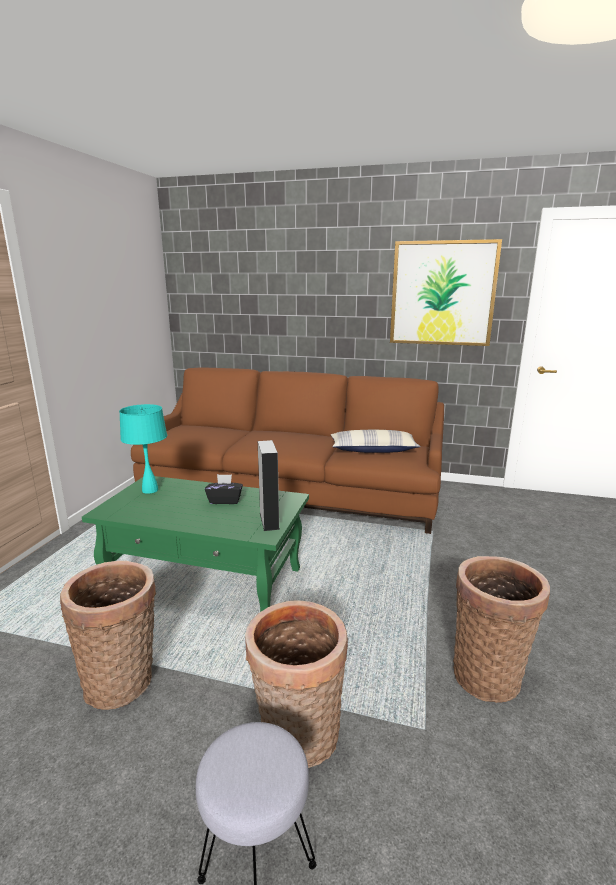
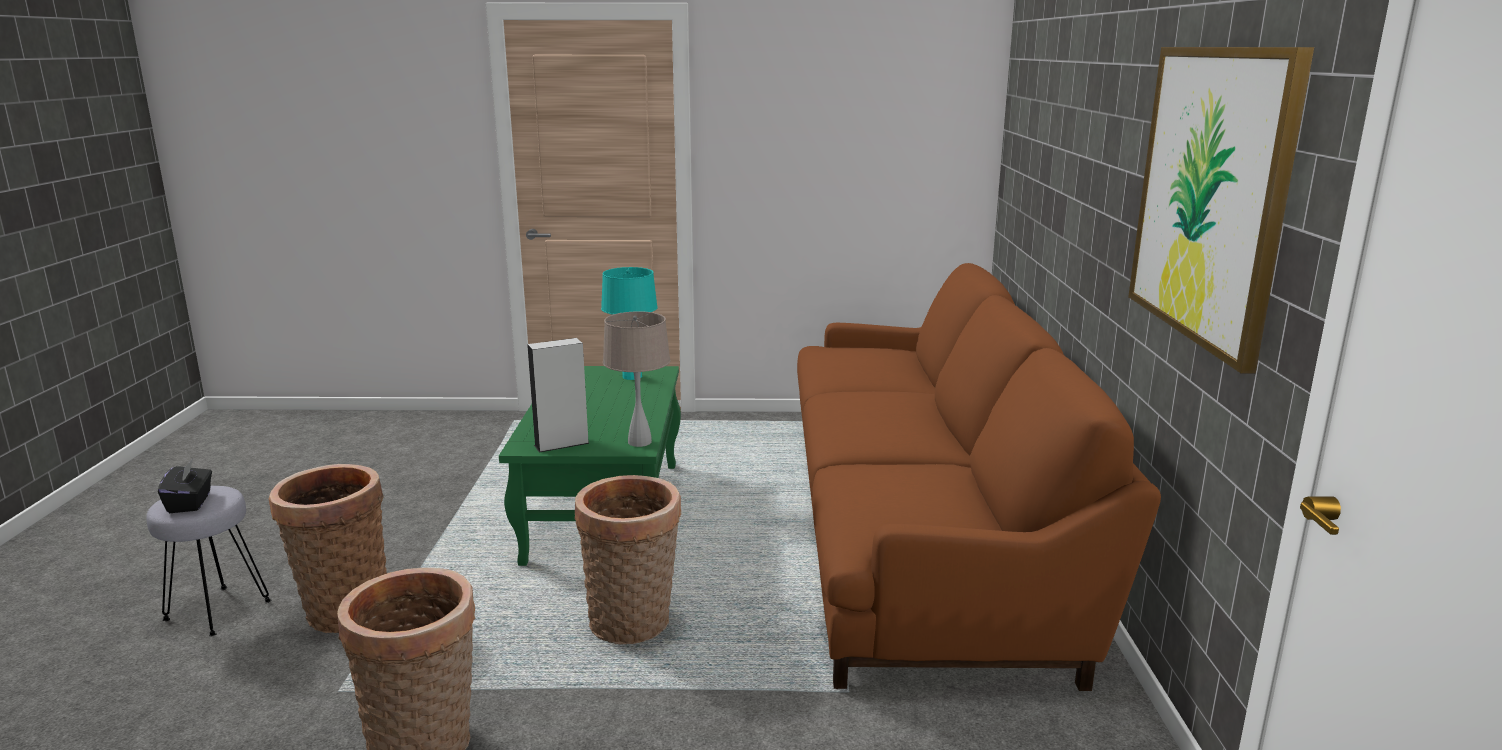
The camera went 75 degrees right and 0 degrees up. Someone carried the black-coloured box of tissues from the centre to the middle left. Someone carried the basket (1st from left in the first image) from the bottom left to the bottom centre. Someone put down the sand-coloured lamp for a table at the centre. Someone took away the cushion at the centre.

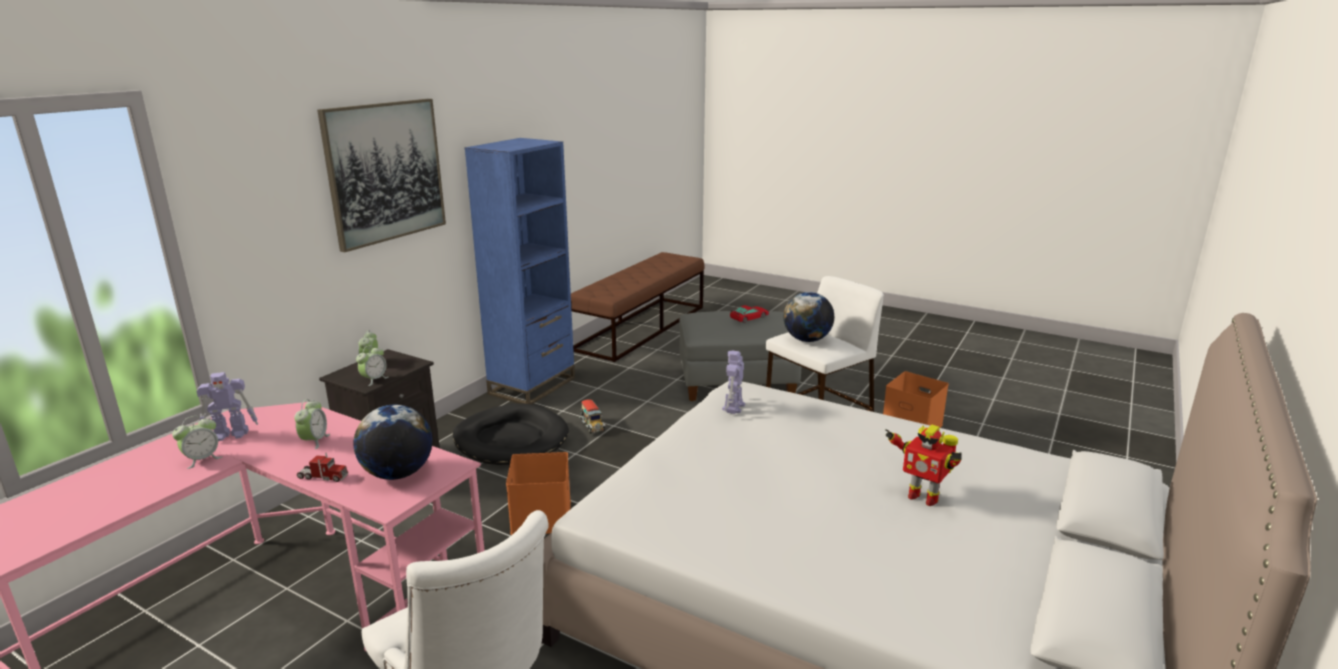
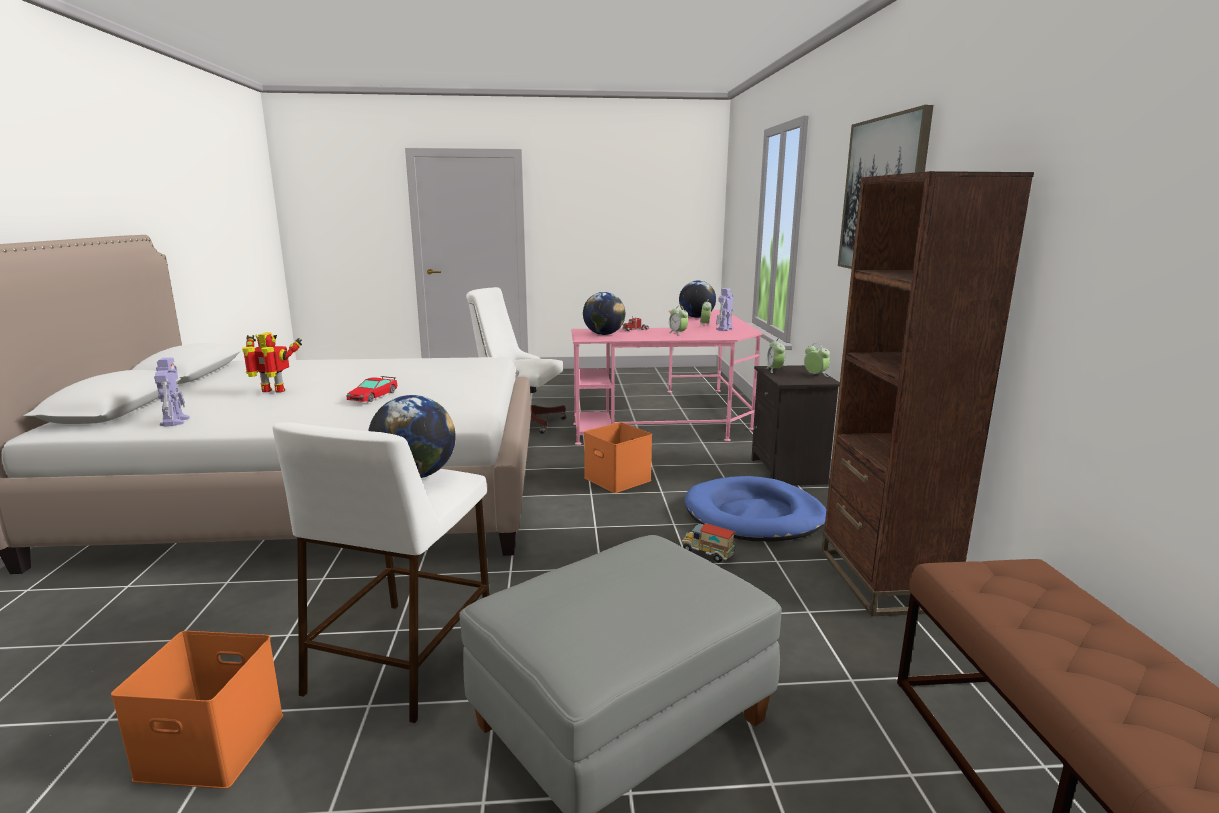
The camera went 145 degrees right and 5 degrees down. Someone carried the toy robot (2nd from left in the first image) from the centre to the middle left. Someone carried the toy car from the centre to the middle left. Someone put down the globe (3rd from left) at the centre. Someone repainted the black-coloured dog cushion at the centre, which became the blue dog cushion at the centre. Someone repainted the blue shelving unit at the centre, which became the brown shelving unit at the middle right.

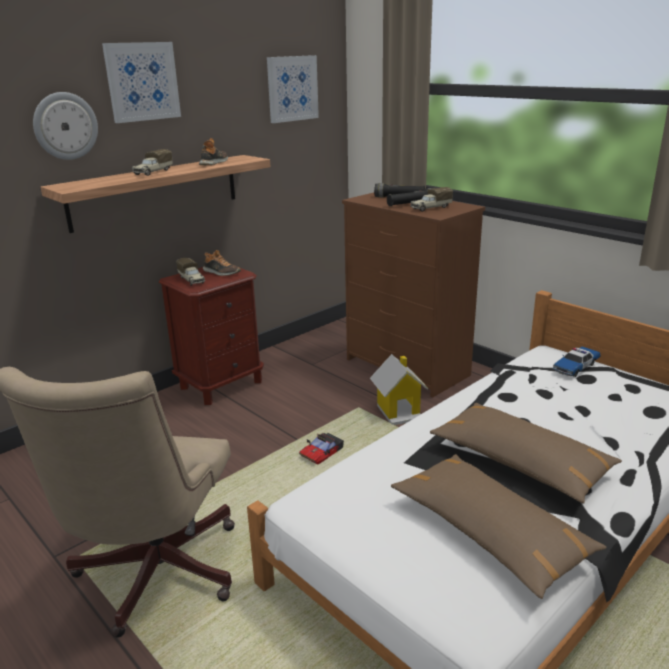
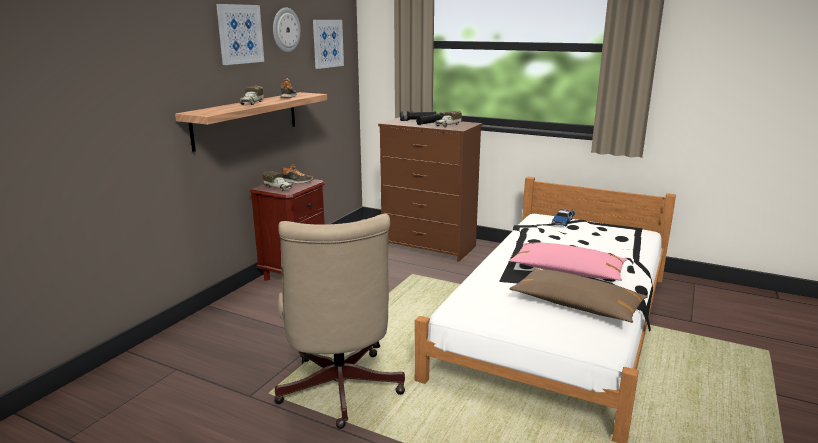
The camera went 20 degrees left and 5 degrees down. Someone carried the hanging clock from the top left to the top centre. Someone repainted the brown cushion (2nd from left) at the bottom right, which became the pink-coloured cushion at the middle right. Someone took away the toy car (1st from left) at the bottom centre. Someone took away the miniature house at the centre.

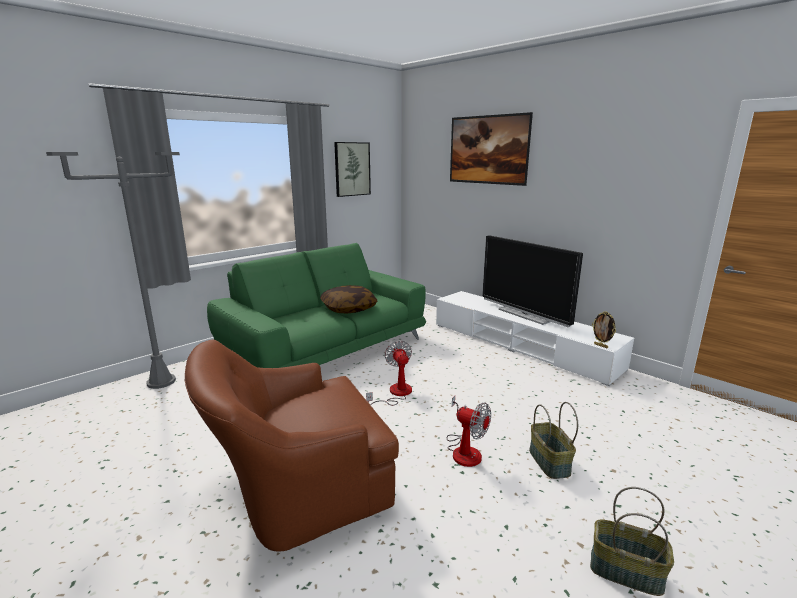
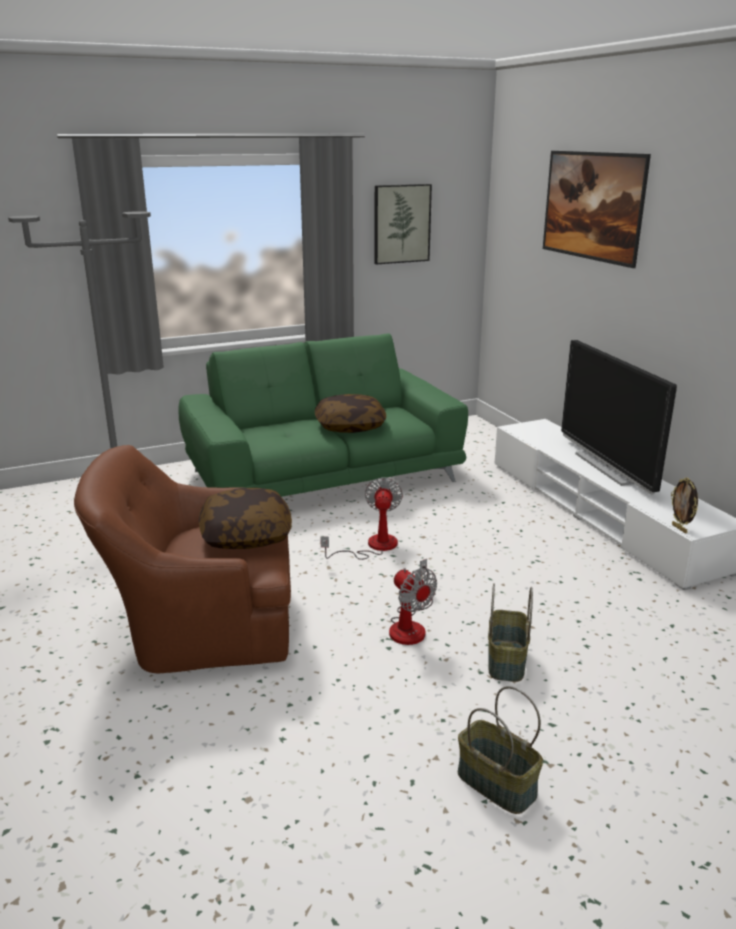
The camera went 20 degrees right and 5 degrees up. Someone put down the cushion (1st from left) at the middle left.

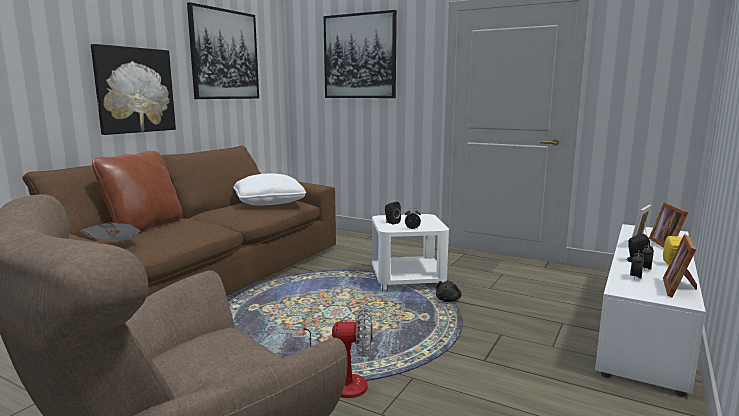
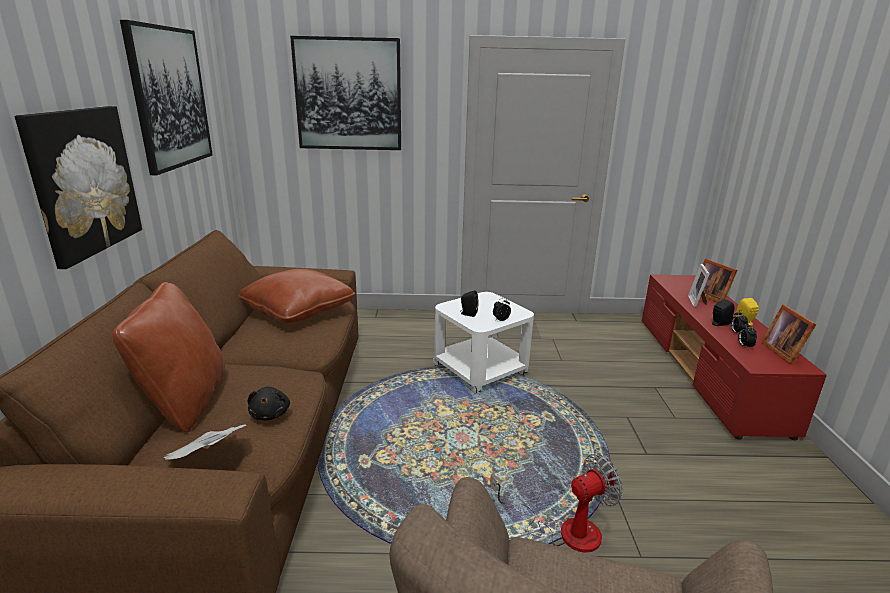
The camera went 30 degrees left and 10 degrees up. Someone repainted the whitish cushion at the centre, which became the brown cushion (2nd from left) at the middle left. Someone carried the black-coloured plush toy from the bottom centre to the bottom left. Someone repainted the whitish media console at the bottom right, which became the reddish media console at the middle right.

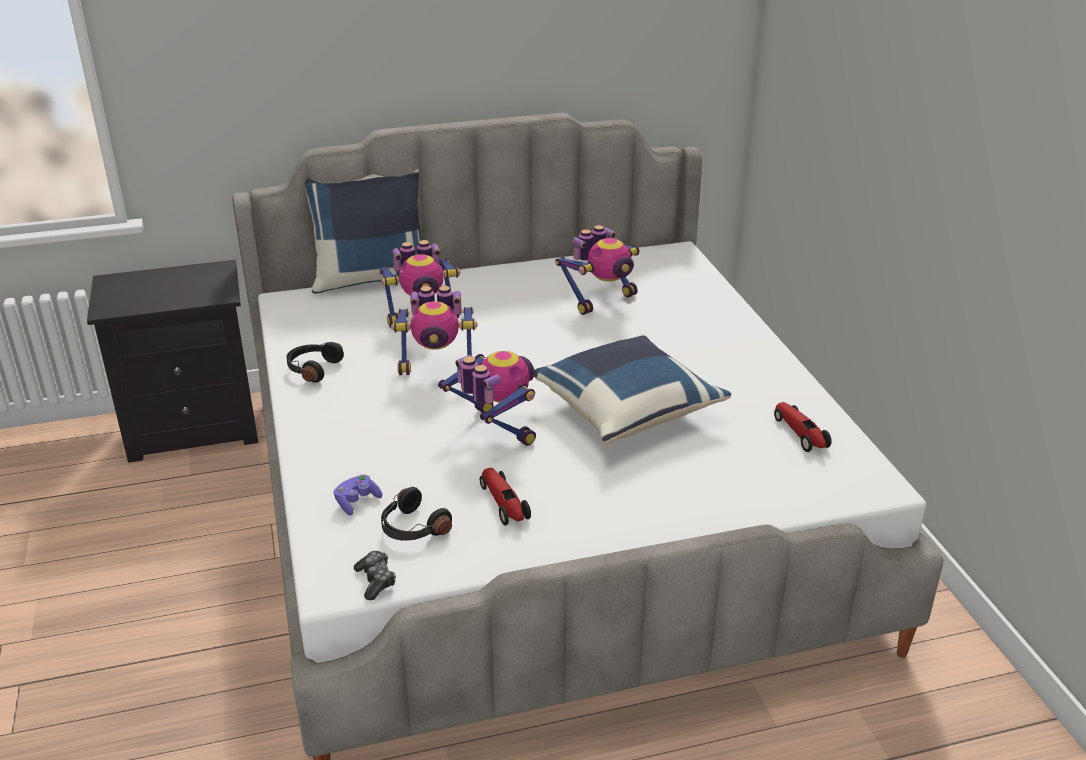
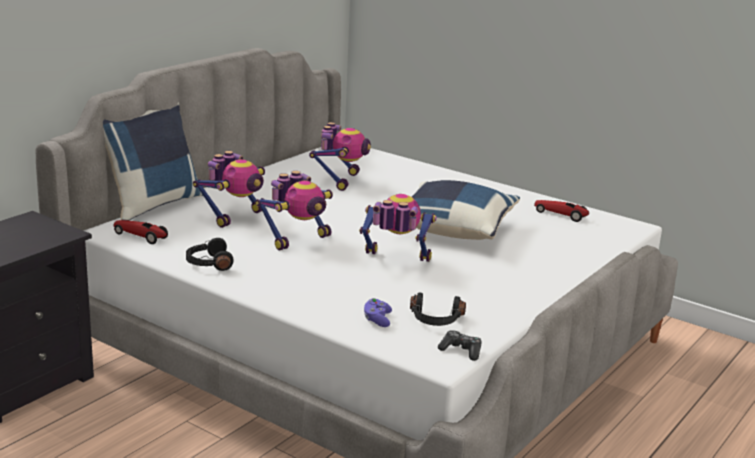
The camera went 40 degrees left and 10 degrees down. Someone carried the toy car (1st from left) from the centre to the middle left.

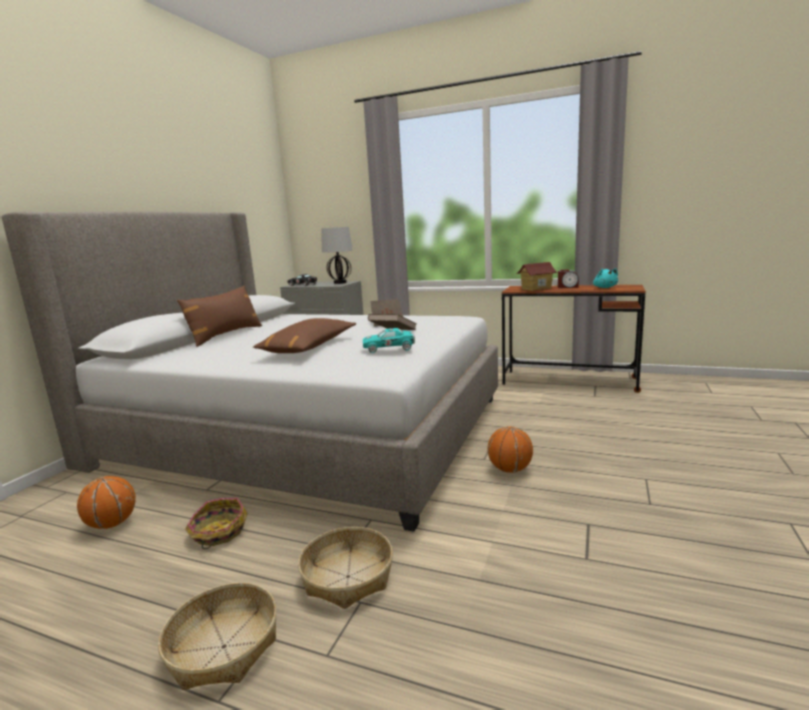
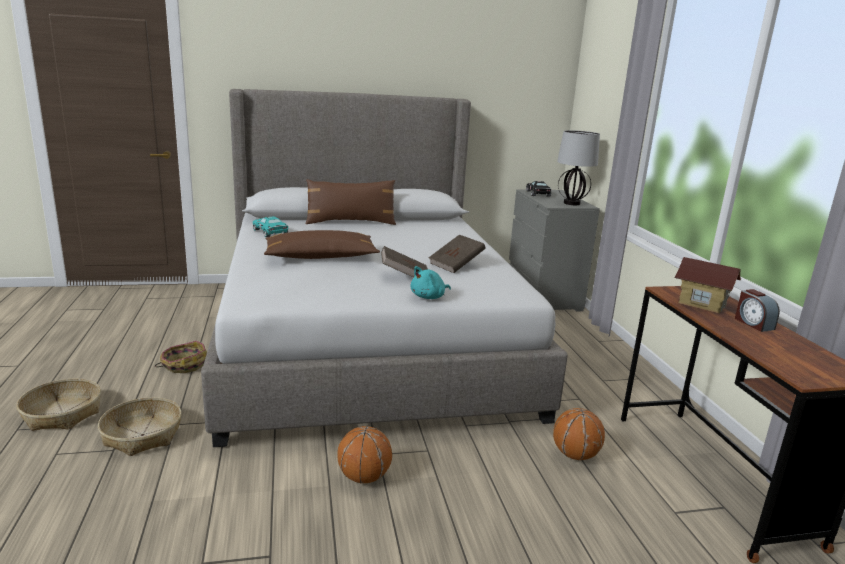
The camera went 55 degrees right and 5 degrees up. Someone carried the blue-green toy car from the centre to the middle left. Someone carried the blue-green plush toy from the middle right to the centre. Someone carried the ball for basketball (1st from left in the first image) from the bottom left to the bottom right.

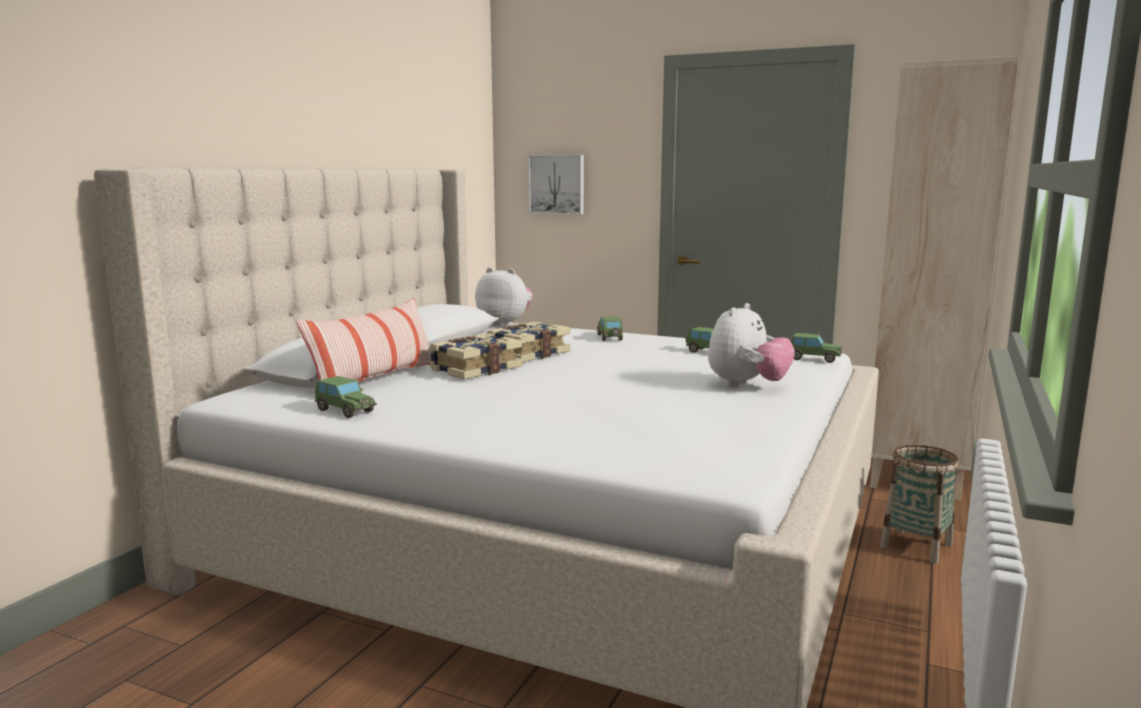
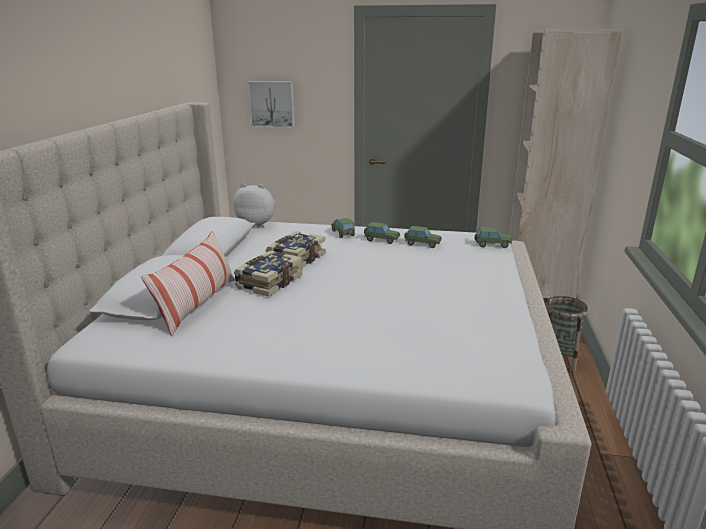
The camera went 15 degrees left and 10 degrees up. Someone carried the toy car (1st from left in the first image) from the middle left to the centre. Someone took away the plush toy (2nd from left) at the centre.

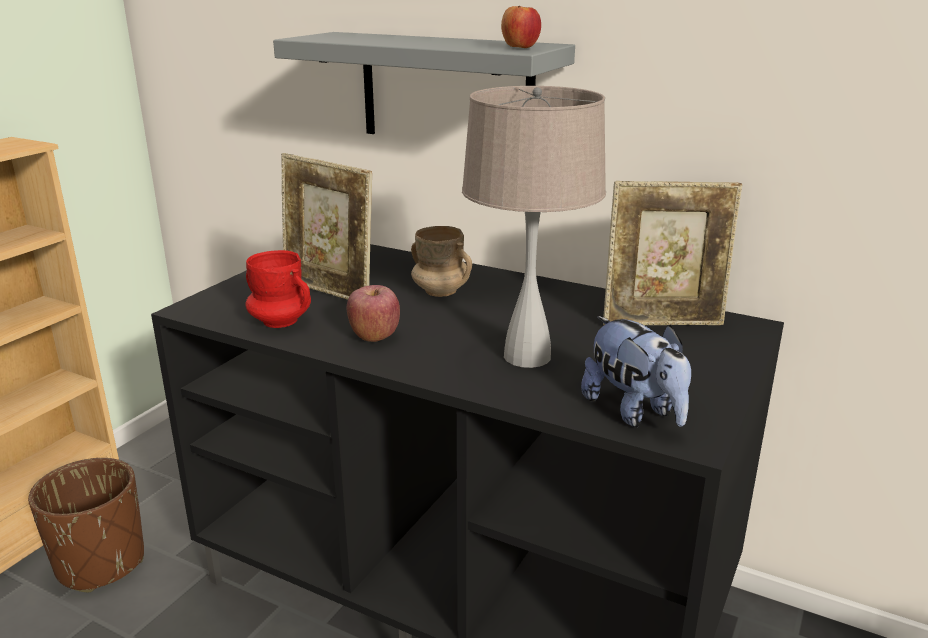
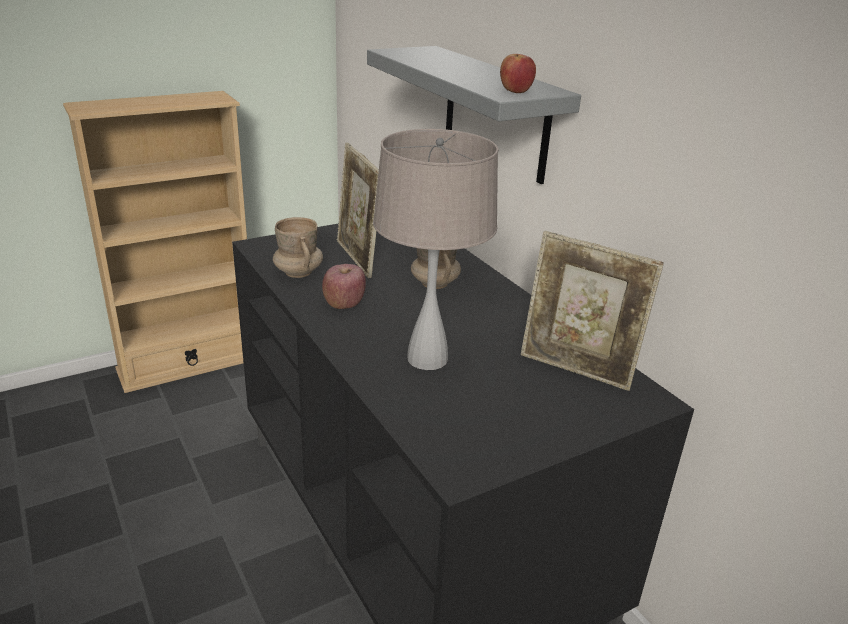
The camera went 30 degrees right and 5 degrees up. Someone repainted the reddish coffee mug at the middle left, which became the sand-coloured coffee mug (1st from left) at the centre. Someone took away the brown flower pot at the bottom left. Someone took away the plush toy at the middle right.

